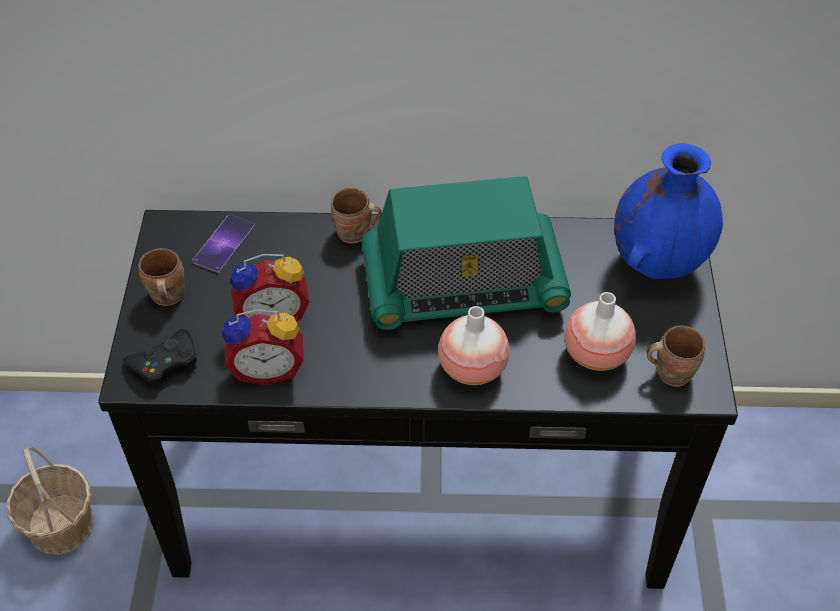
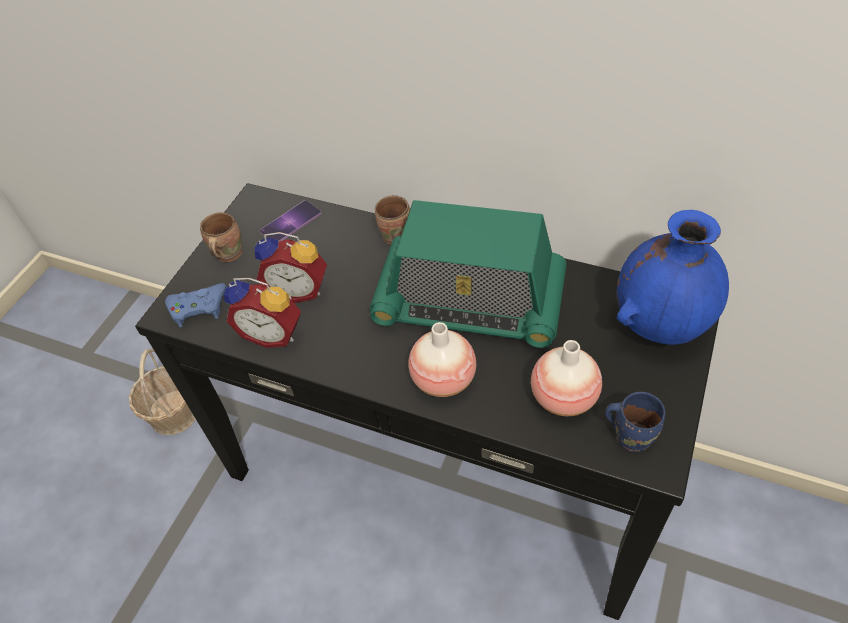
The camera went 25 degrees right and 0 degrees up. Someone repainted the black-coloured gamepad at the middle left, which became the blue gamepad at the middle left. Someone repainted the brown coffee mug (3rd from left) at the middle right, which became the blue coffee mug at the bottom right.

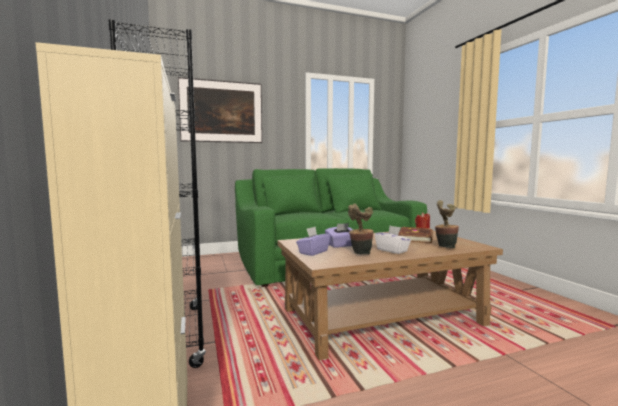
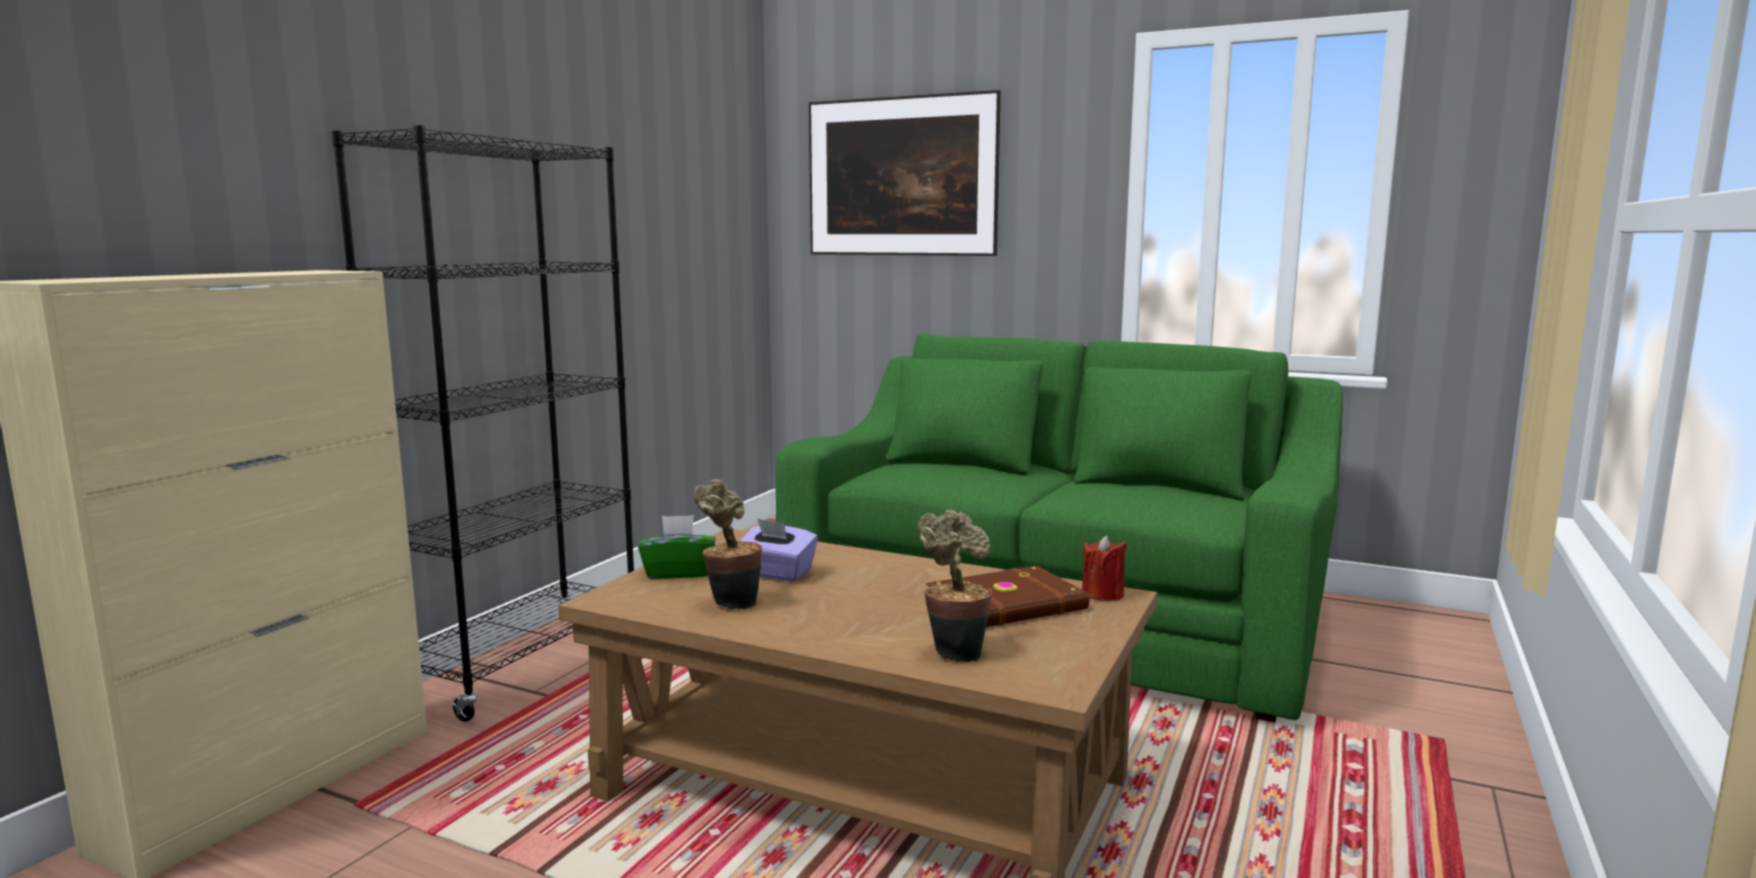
The camera went 45 degrees right and 5 degrees up. Someone repainted the purple box of tissues (1st from left) at the centre, which became the greenish box of tissues at the centre. Someone took away the whitish box of tissues at the centre.

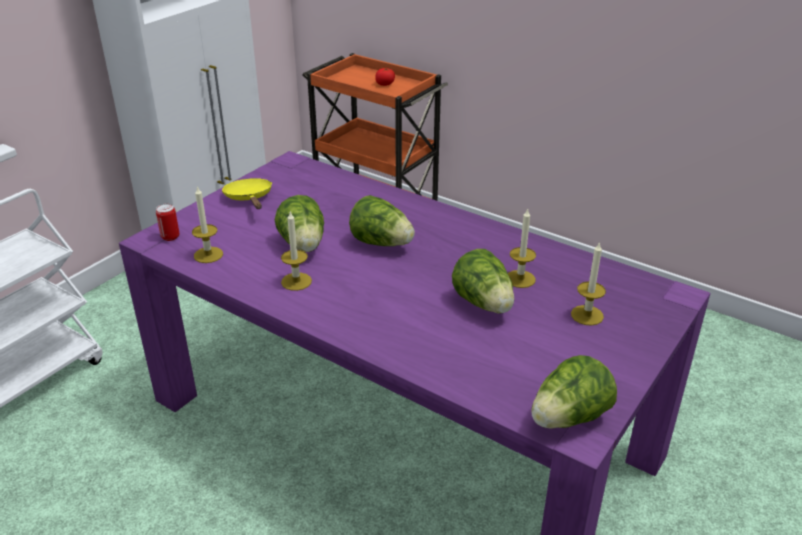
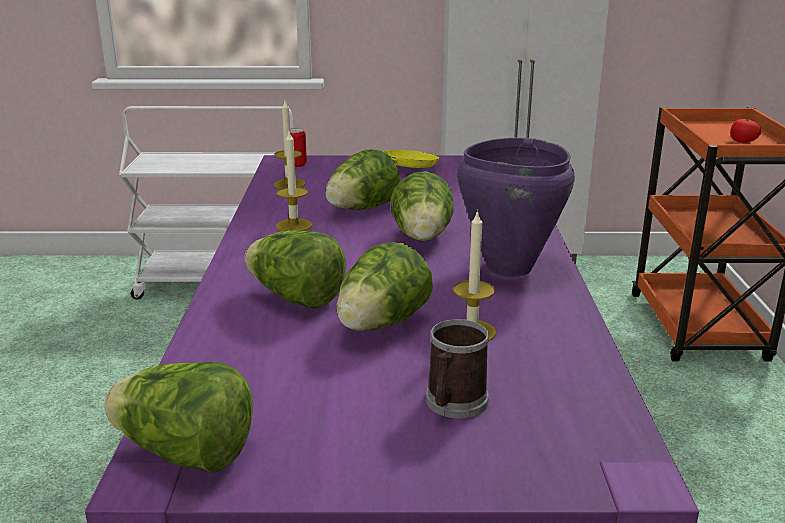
The camera went 55 degrees right and 10 degrees down. Someone put down the head of lettuce (2nd from left) at the centre. Someone swapped the wax candle (4th from left) at the middle right for the coffee mug at the bottom centre. Someone put down the purple saucepot at the centre.

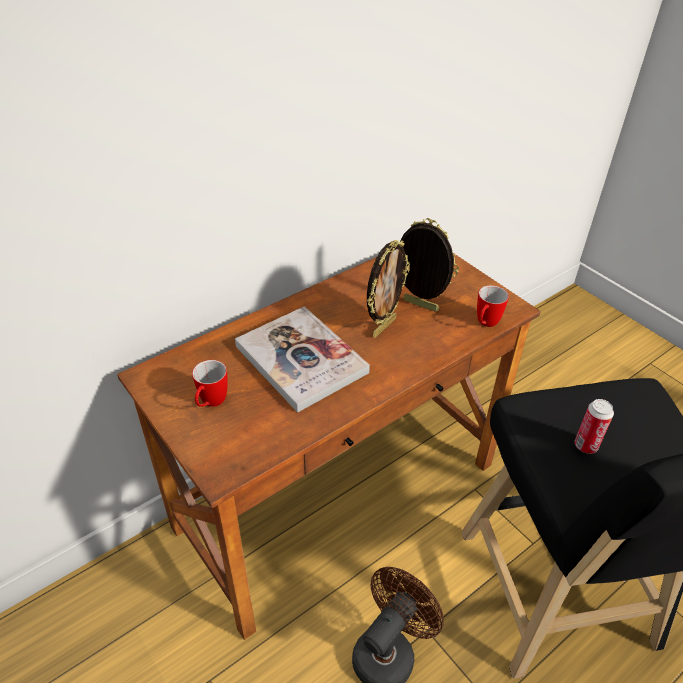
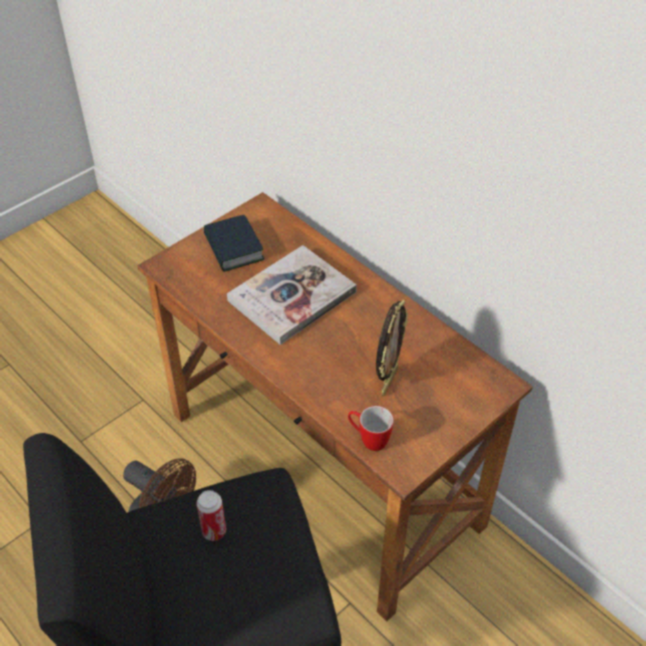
The camera went 85 degrees right and 5 degrees up. Someone swapped the coffee mug (1st from left) at the middle left for the book (1st from left) at the centre. Someone took away the picture frame (1st from left) at the centre.

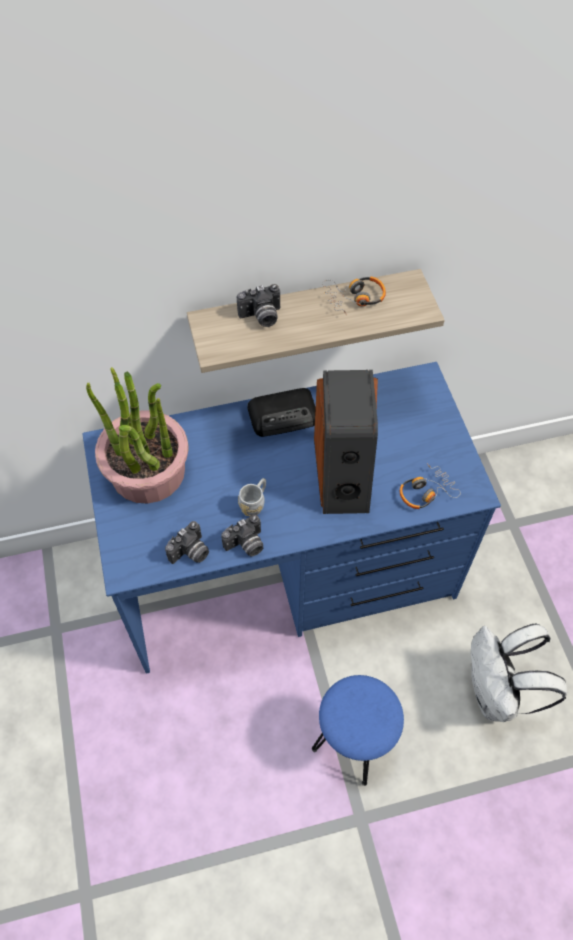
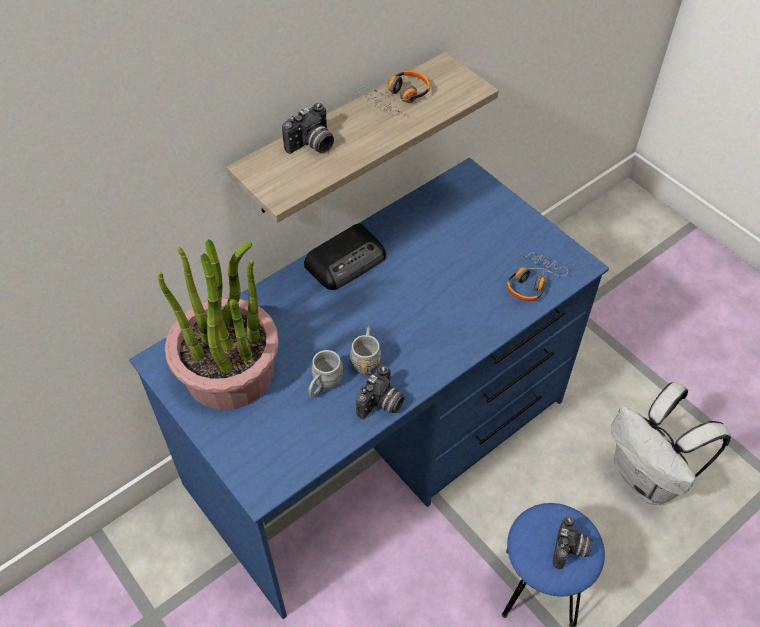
The camera went 25 degrees left and 5 degrees down. Someone put down the gray coffee mug (1st from left) at the centre. Someone carried the photo camera (1st from left in the first image) from the middle left to the bottom right. Someone took away the audio speaker at the centre.

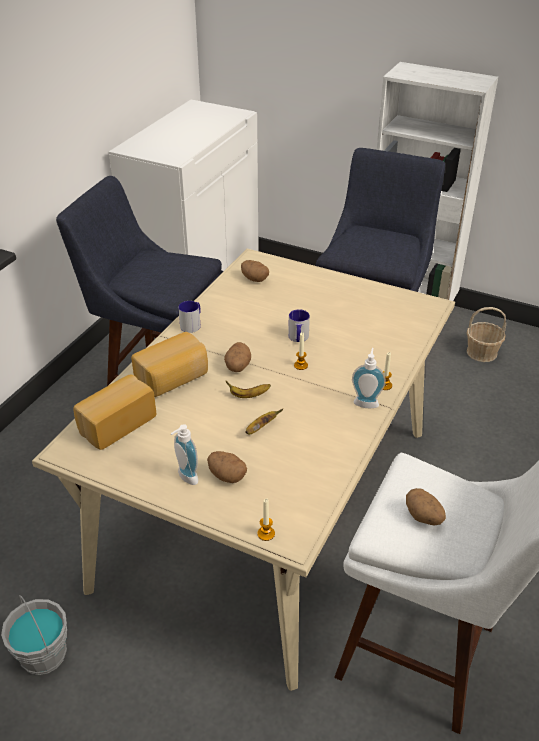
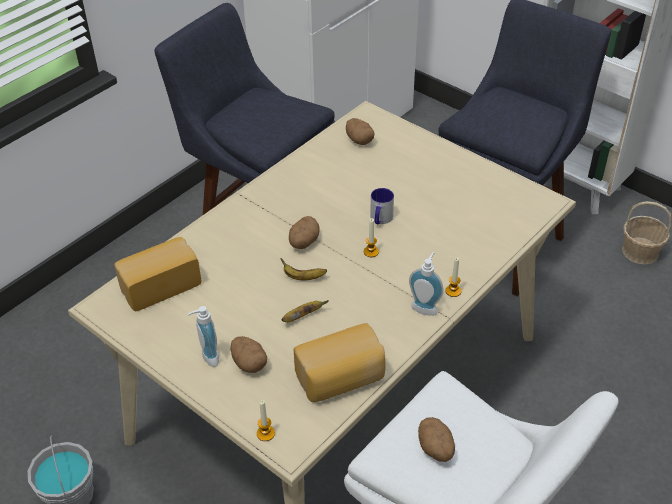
The camera went 15 degrees right and 5 degrees up. Someone carried the baked bread (2nd from left) from the middle left to the bottom centre. Someone took away the coffee mug (1st from left) at the centre.

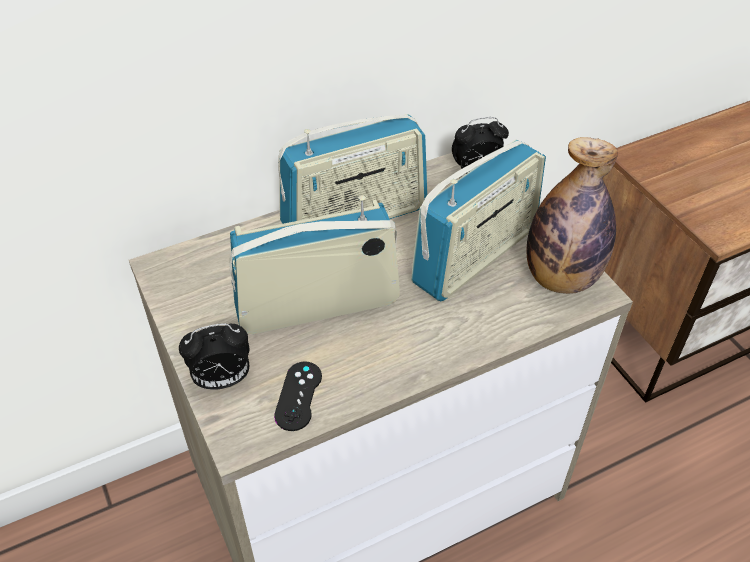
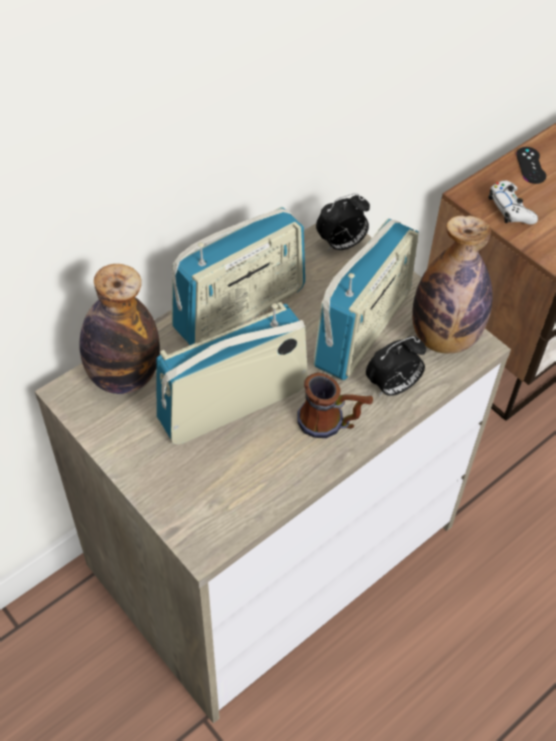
The camera went 15 degrees left and 5 degrees up. Someone put down the bottle (1st from left) at the middle left. Someone put down the coffee mug at the centre. Someone carried the alarm clock (1st from left in the first image) from the middle left to the middle right. Someone put down the whitish gamepad at the top right. Someone carried the black-coloured gamepad from the bottom centre to the top right.

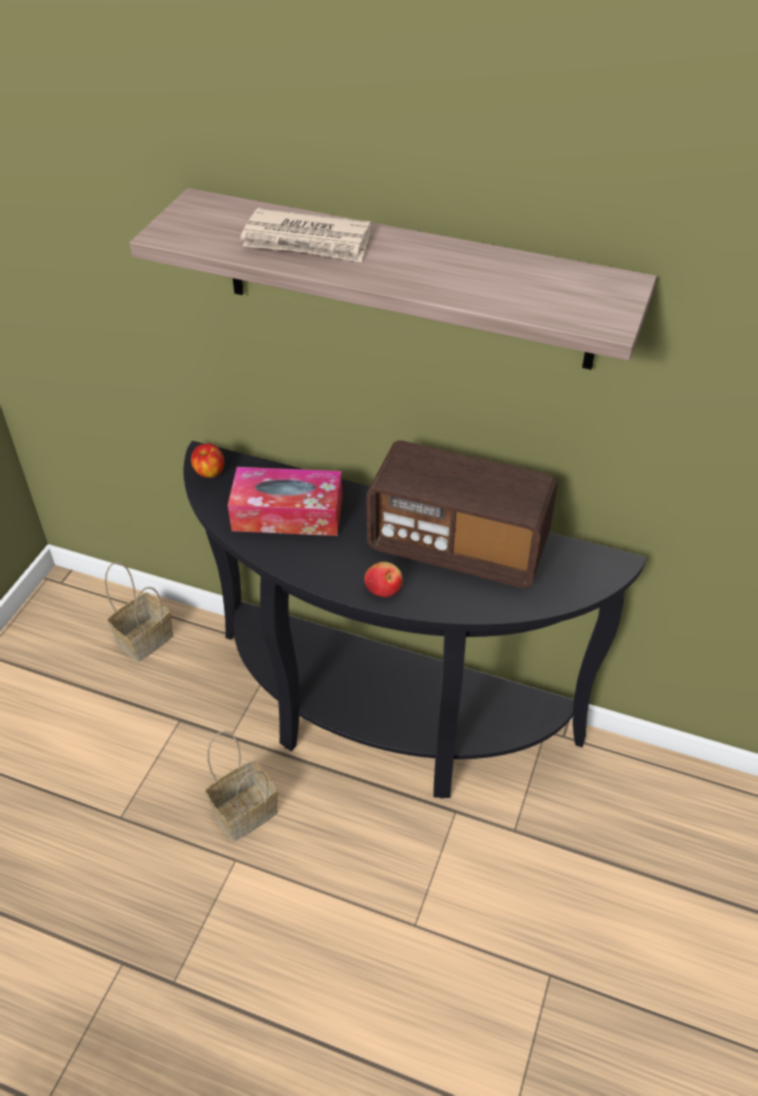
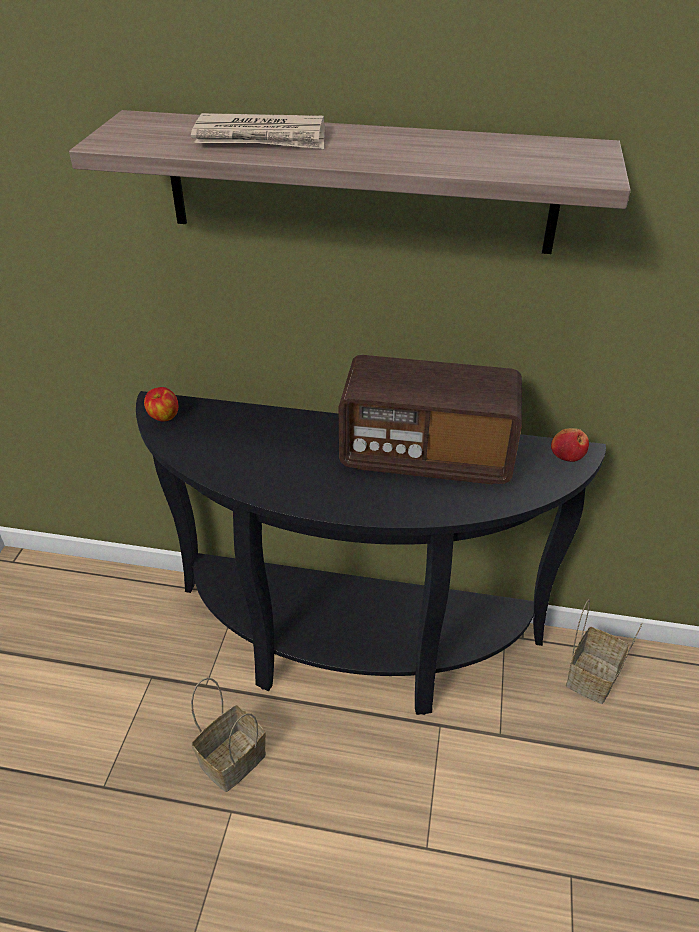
The camera went 10 degrees left and 5 degrees down. Someone carried the apple fruit (2nd from left) from the centre to the middle right. Someone carried the basket (1st from left in the first image) from the middle left to the bottom right. Someone took away the box of tissues at the centre.

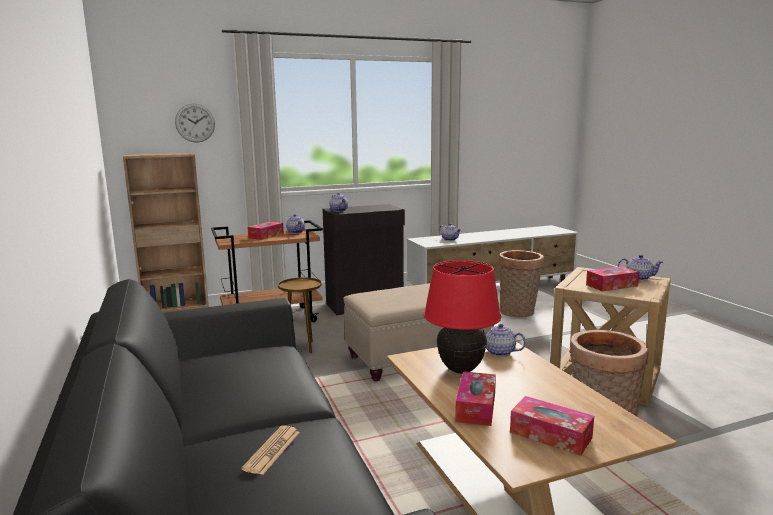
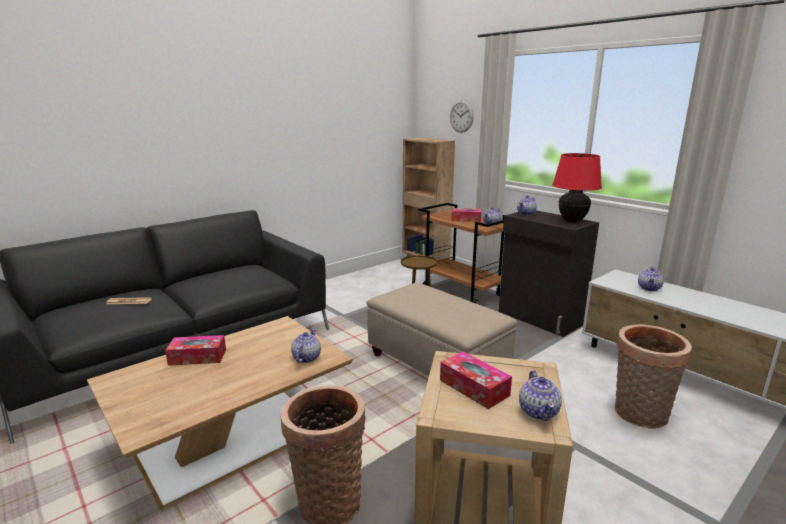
The camera went 70 degrees right and 5 degrees up. Someone carried the reddish lamp for a table from the centre to the middle right. Someone took away the box of tissues (3rd from left) at the bottom right.

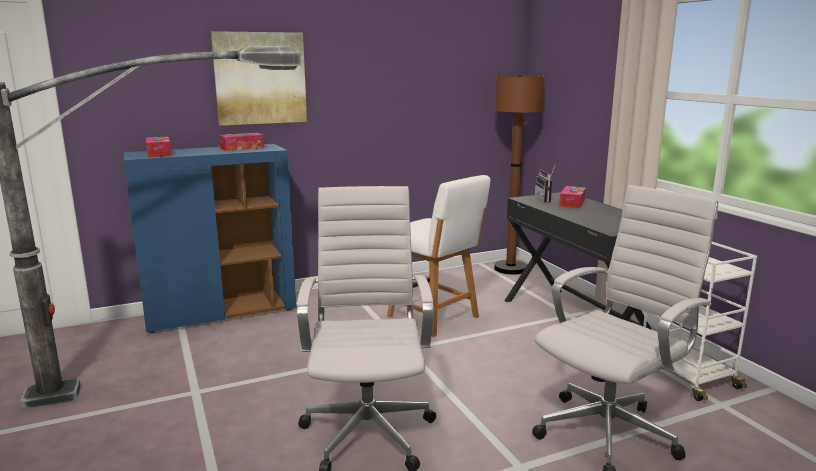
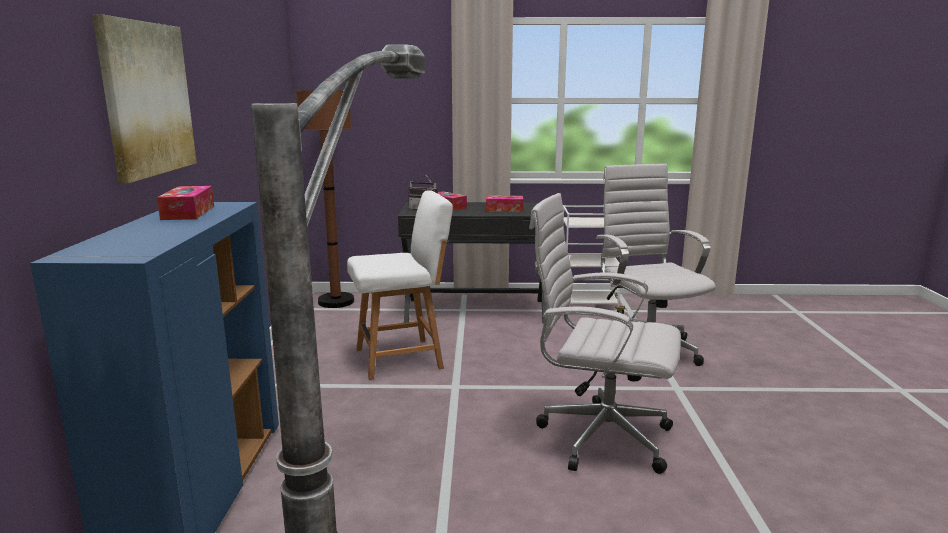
The camera went 65 degrees left and 0 degrees up. Someone carried the box of tissues (1st from left in the first image) from the top left to the centre.

